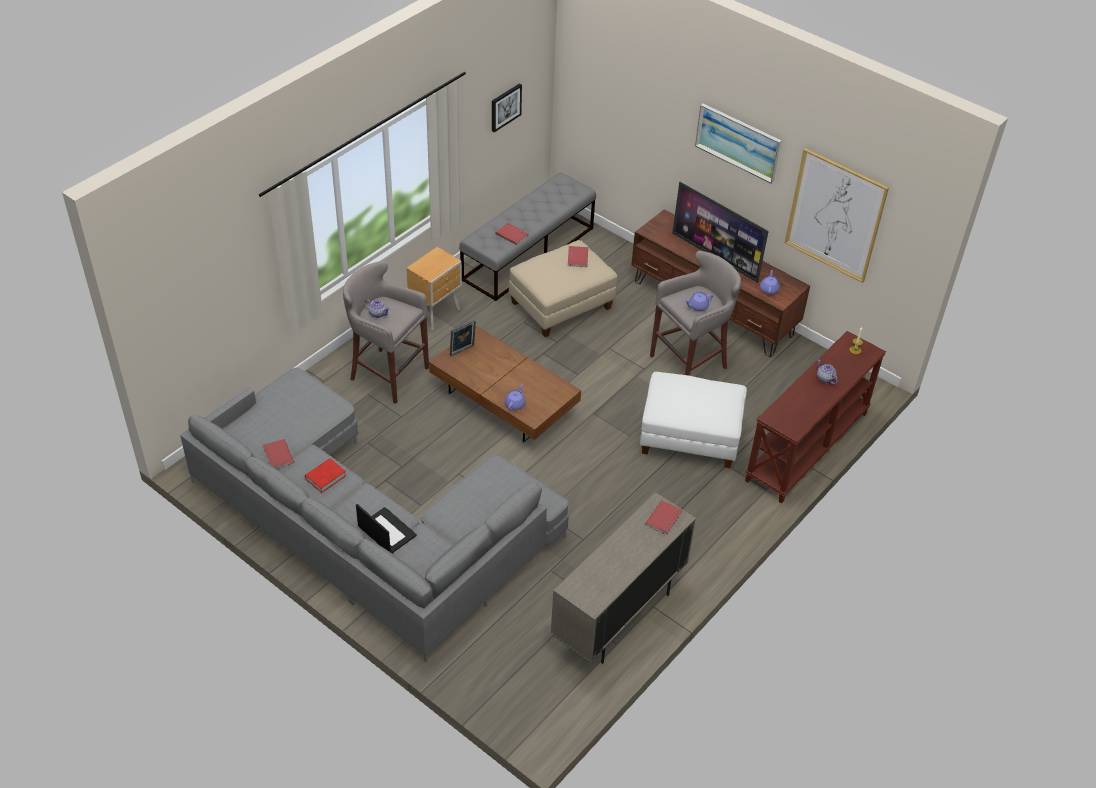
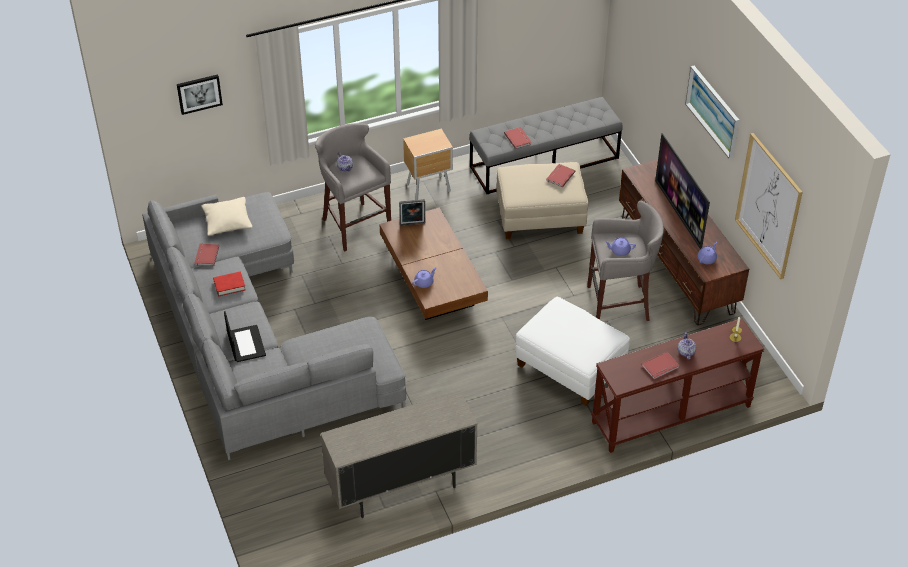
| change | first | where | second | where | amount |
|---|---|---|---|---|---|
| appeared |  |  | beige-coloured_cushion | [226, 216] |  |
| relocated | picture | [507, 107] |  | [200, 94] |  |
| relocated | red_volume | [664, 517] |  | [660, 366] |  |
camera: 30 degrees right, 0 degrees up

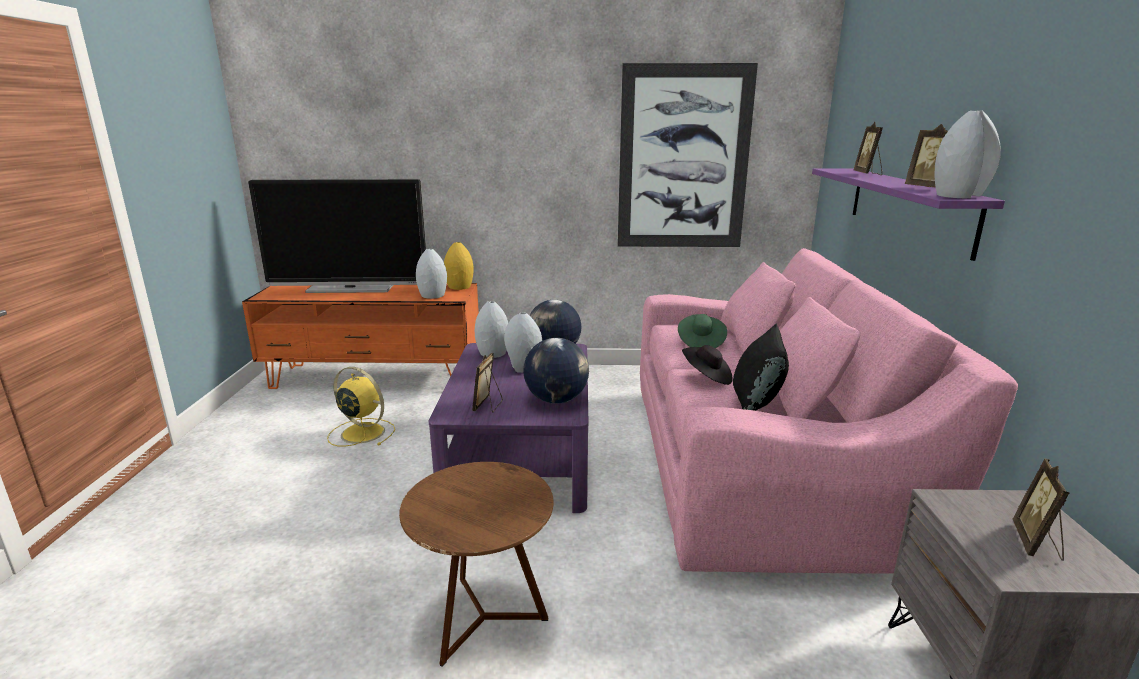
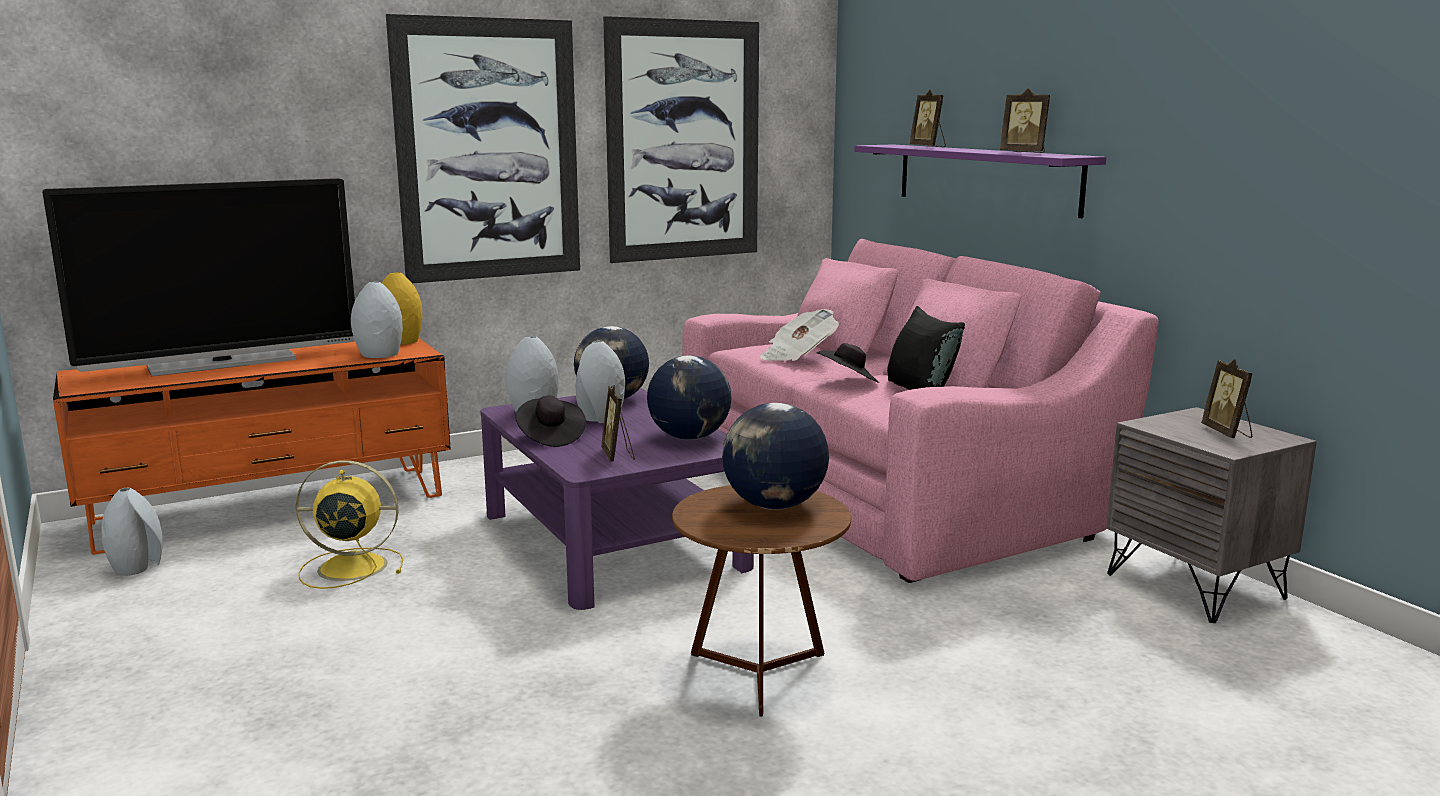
| change | first | where | second | where | amount |
|---|---|---|---|---|---|
| appeared |  |  | picture | [483, 148] |  |
| appeared |  |  | blackish_clothing_hat | [550, 421] |  |
| appeared |  |  | world_globe | [775, 456] |  |
| relocated | gray_vase | [968, 154] |  | [132, 532] |  |
| exchanged | green_clothing_hat | [702, 331] | printed_paper | [799, 335] |  |
camera: 30 degrees left, 5 degrees down

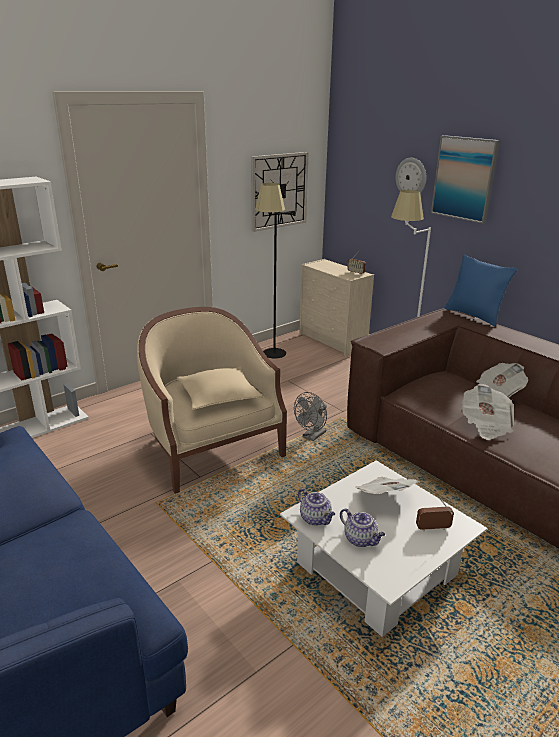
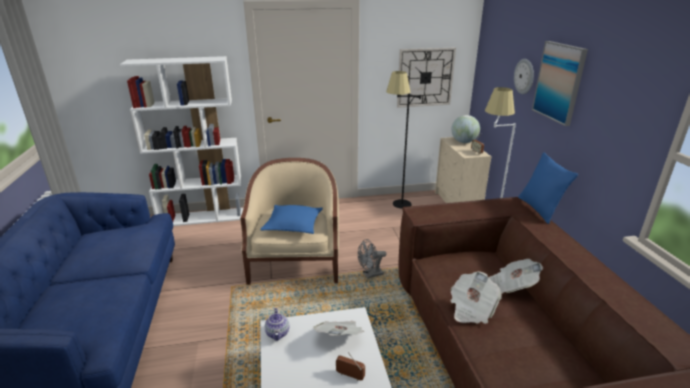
| change | first | where | second | where | amount |
|---|---|---|---|---|---|
| missing | teapot | [362, 527] |  |  |  |
| appeared |  |  | world_globe | [465, 129] |  |
| colour | beige-coloured_cushion | [220, 388] | blue-coloured_cushion | [292, 219] |  |
camera: 30 degrees right, 0 degrees up

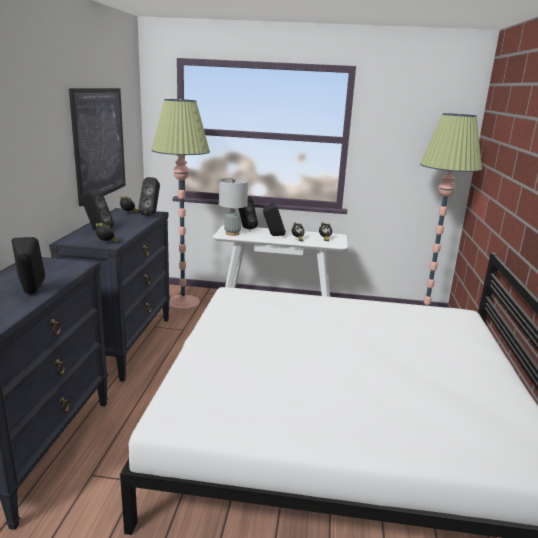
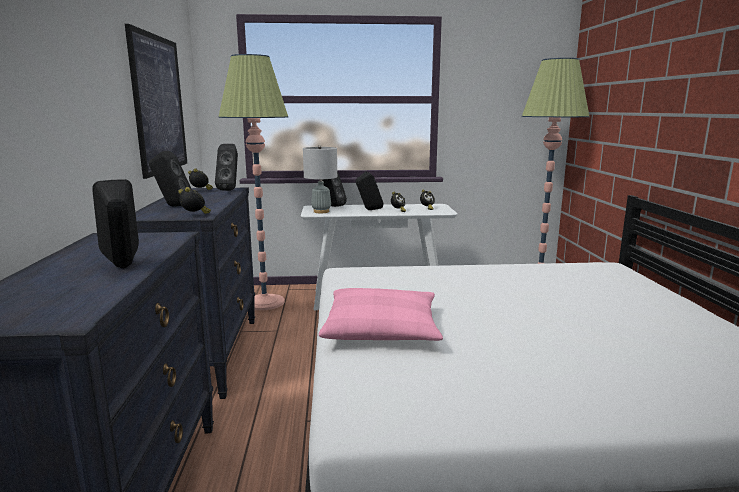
| change | first | where | second | where | amount |
|---|---|---|---|---|---|
| appeared |  |  | pink-coloured_cushion | [381, 314] |  |
camera: 10 degrees left, 5 degrees down

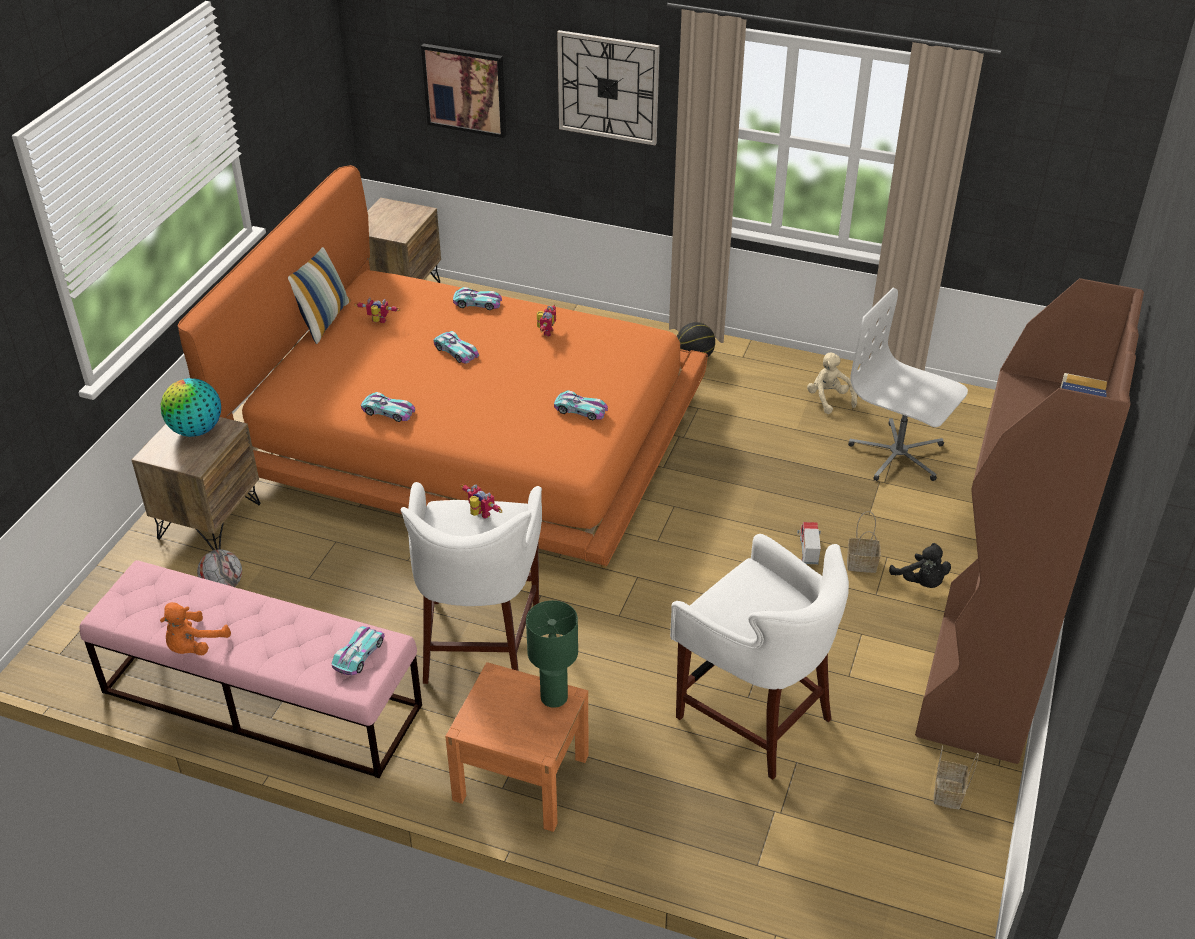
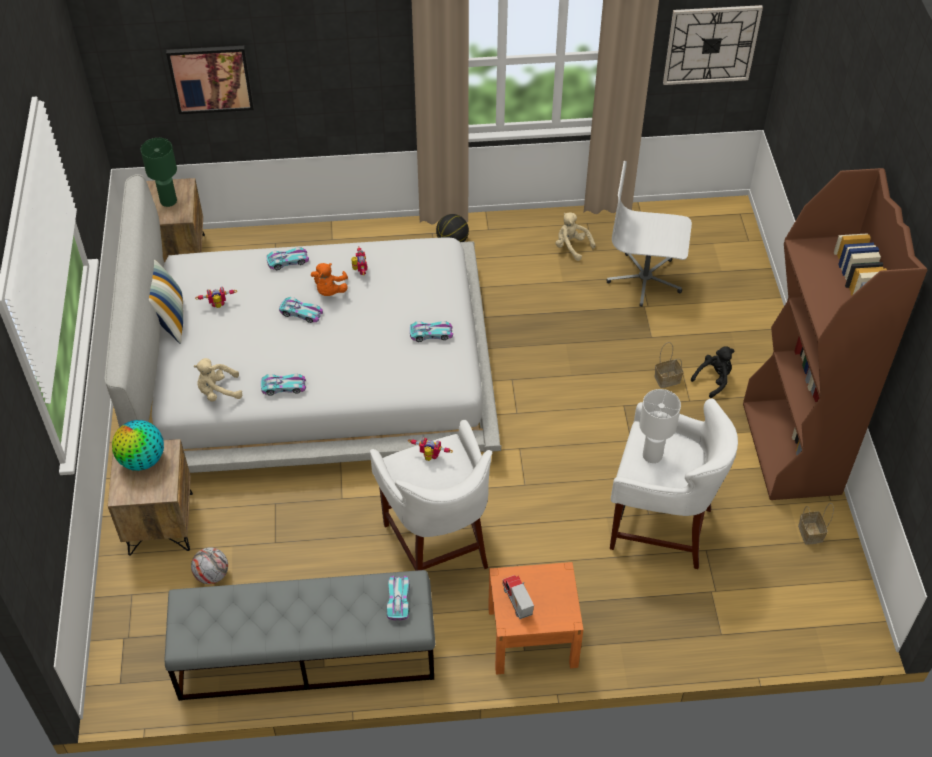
| change | first | where | second | where | amount |
|---|---|---|---|---|---|
| appeared |  |  | beige-coloured_plush_toy | [218, 380] |  |
| appeared |  |  | white-coloured_table_lamp | [660, 426] |  |
| relocated | orange_plush_toy | [195, 628] |  | [329, 279] |  |
| relocated | green_table_lamp | [552, 654] |  | [159, 172] |  |
| relocated | hanging_clock | [608, 87] |  | [713, 45] |  |
| relocated | model_truck | [809, 543] |  | [518, 597] |  |
| colour | pink-coloured_long_seat | [251, 669] | gray_long_seat | [299, 635] |  |
| colour | orange_bed | [442, 366] | white-coloured_bed | [302, 323] |  |
| spun | blackish_plush_toy | [920, 565] |  | [712, 372] | 75 degrees counterclockwise |
camera: 25 degrees left, 10 degrees up

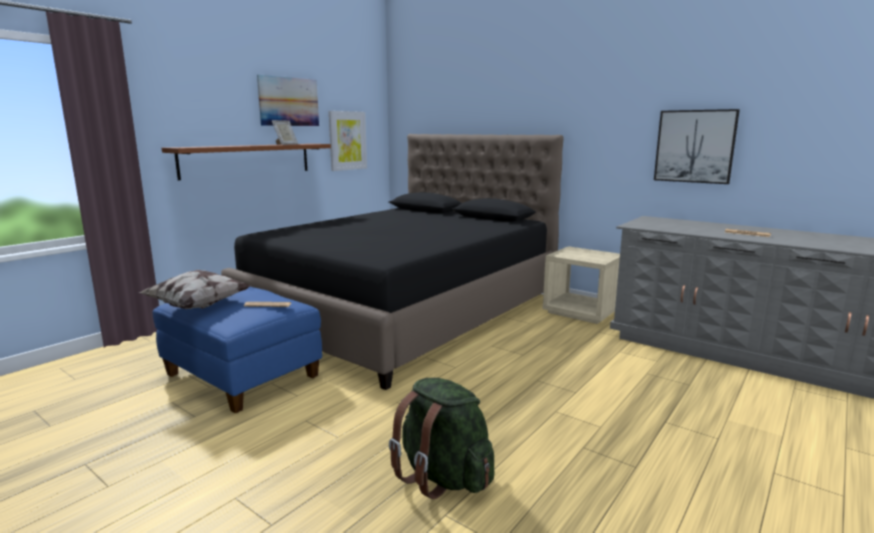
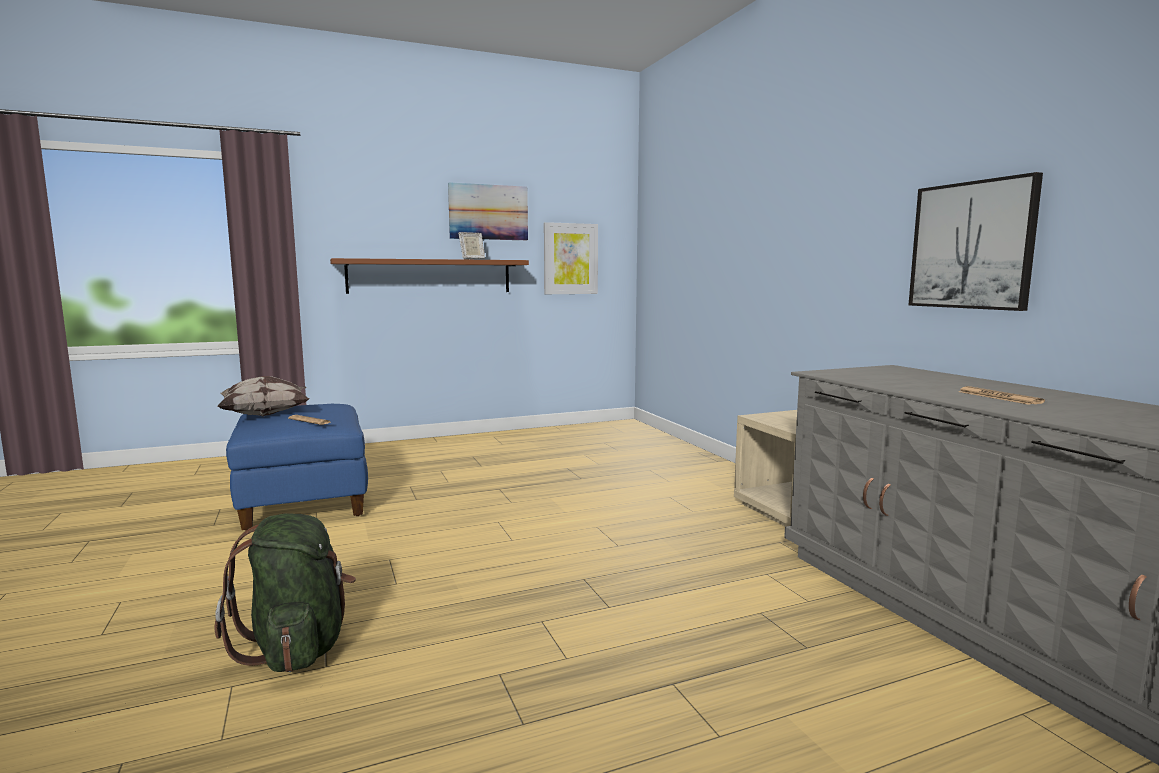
| change | first | where | second | where | amount |
|---|---|---|---|---|---|
| missing | blackish_bed | [392, 262] |  |  |  |
camera: 30 degrees right, 5 degrees down

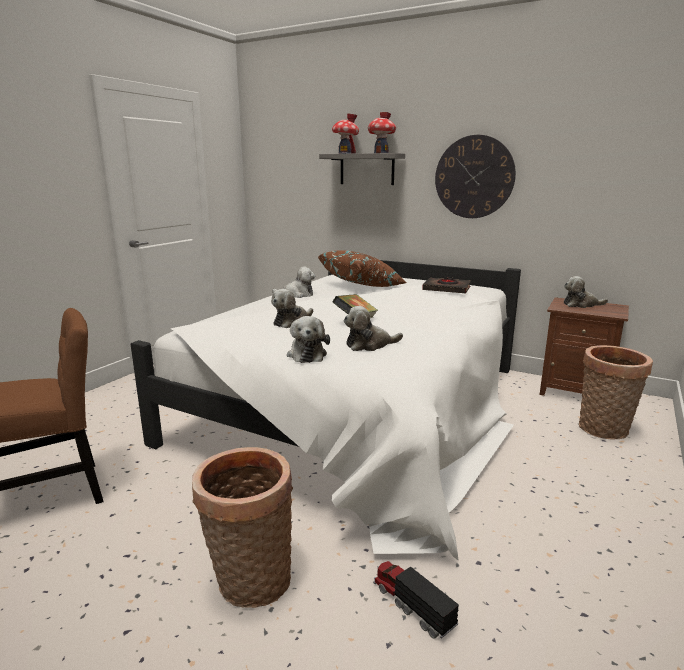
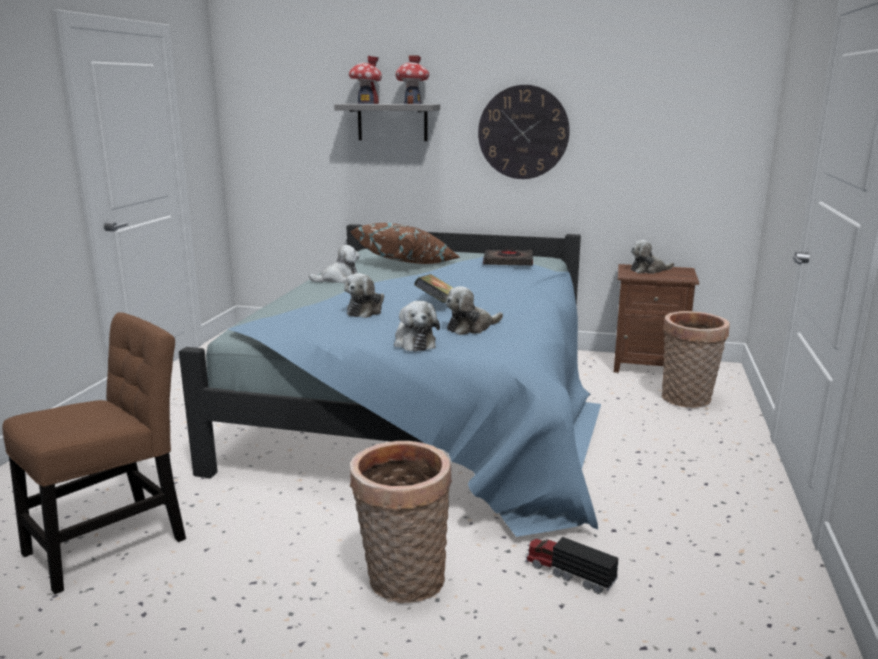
| change | first | where | second | where | amount |
|---|---|---|---|---|---|
| colour | white-coloured_bed | [326, 410] | blue-coloured_bed | [390, 380] |  |
camera: 15 degrees left, 0 degrees up

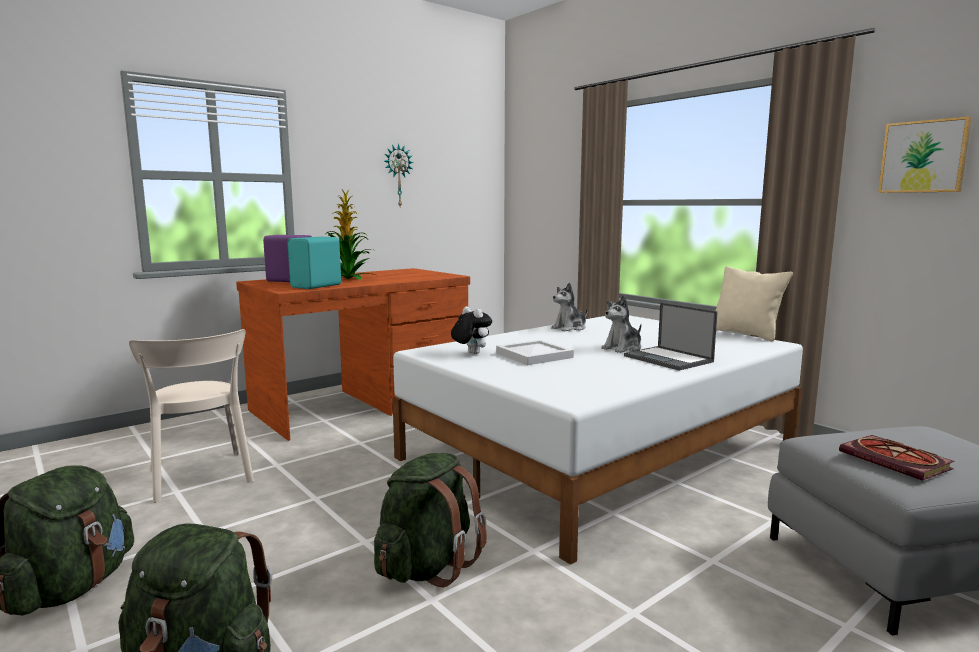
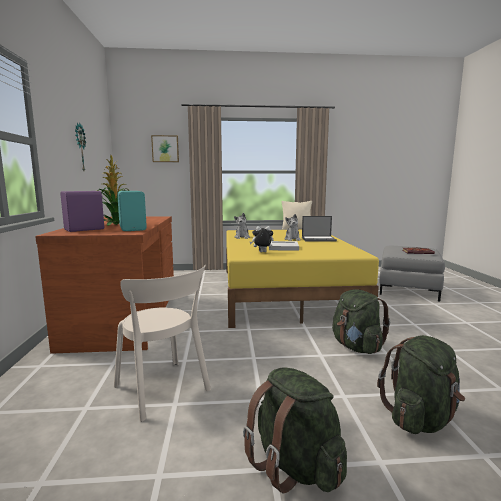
| change | first | where | second | where | amount |
|---|---|---|---|---|---|
| relocated | picture | [925, 155] |  | [165, 148] |  |
| colour | white-coloured_bed | [597, 440] | yellow-coloured_bed | [302, 279] |  |
| spun | beige-coloured_plain_chair | [191, 416] |  | [162, 343] | 45 degrees clockwise |
camera: 55 degrees left, 0 degrees up

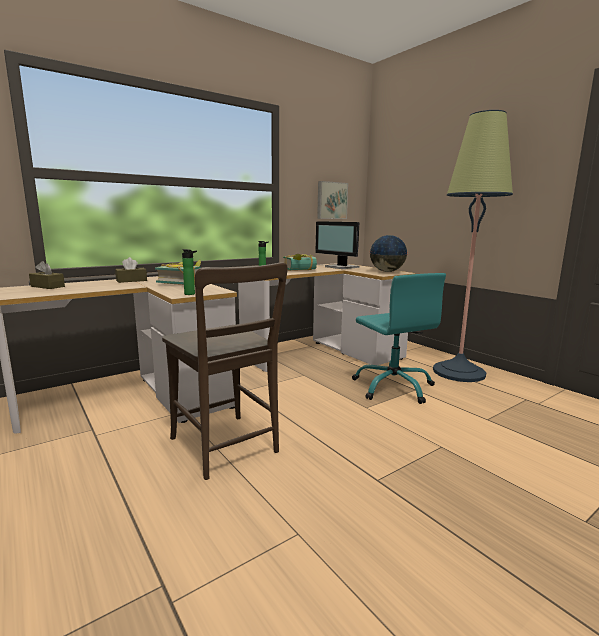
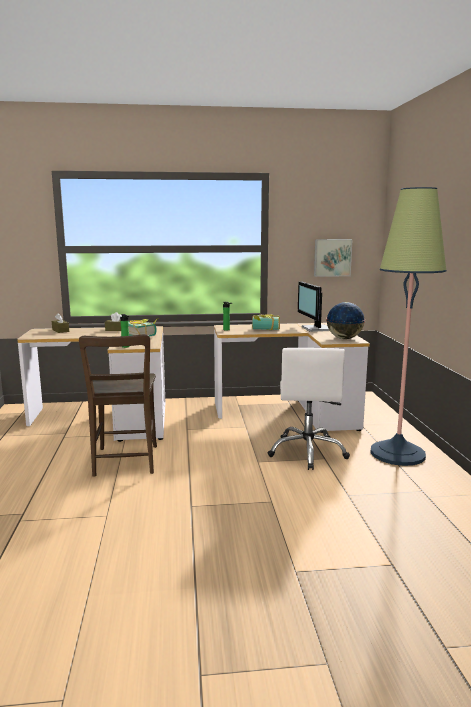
| change | first | where | second | where | amount |
|---|---|---|---|---|---|
| colour | turquoise_office_chair | [399, 338] | white-coloured_office_chair | [309, 409] |  |
camera: 30 degrees right, 0 degrees up

